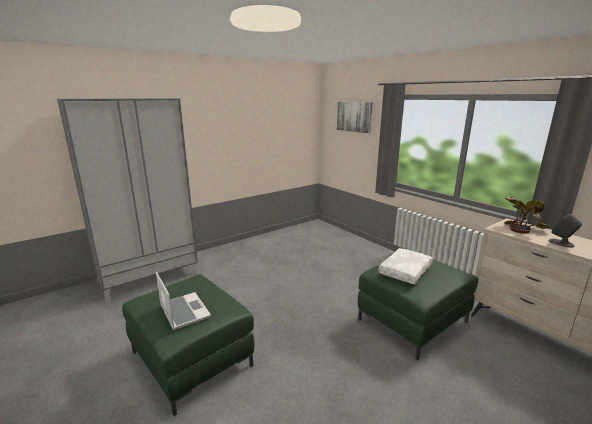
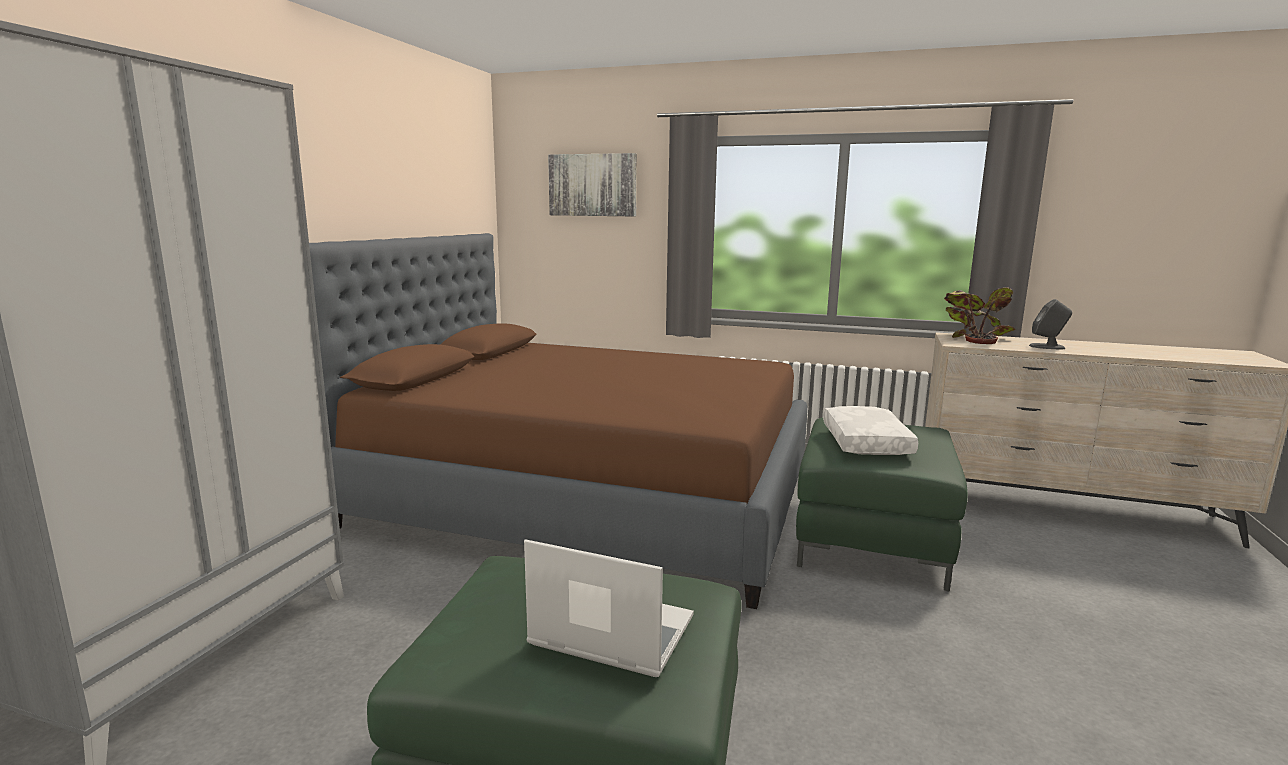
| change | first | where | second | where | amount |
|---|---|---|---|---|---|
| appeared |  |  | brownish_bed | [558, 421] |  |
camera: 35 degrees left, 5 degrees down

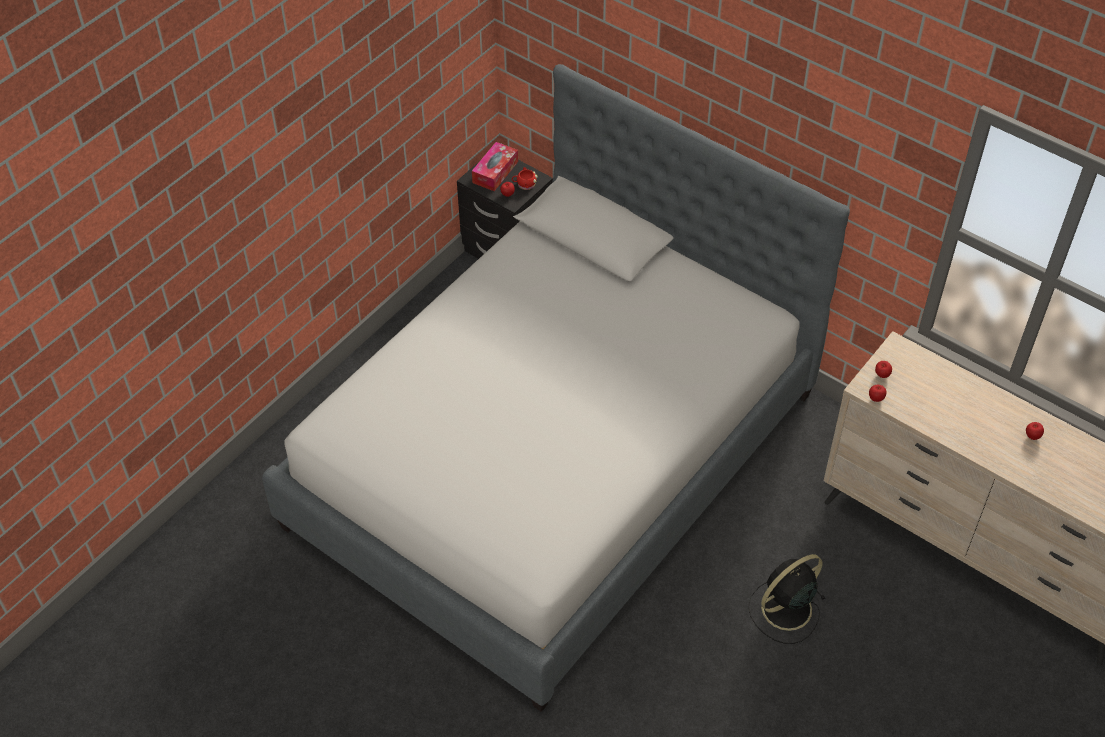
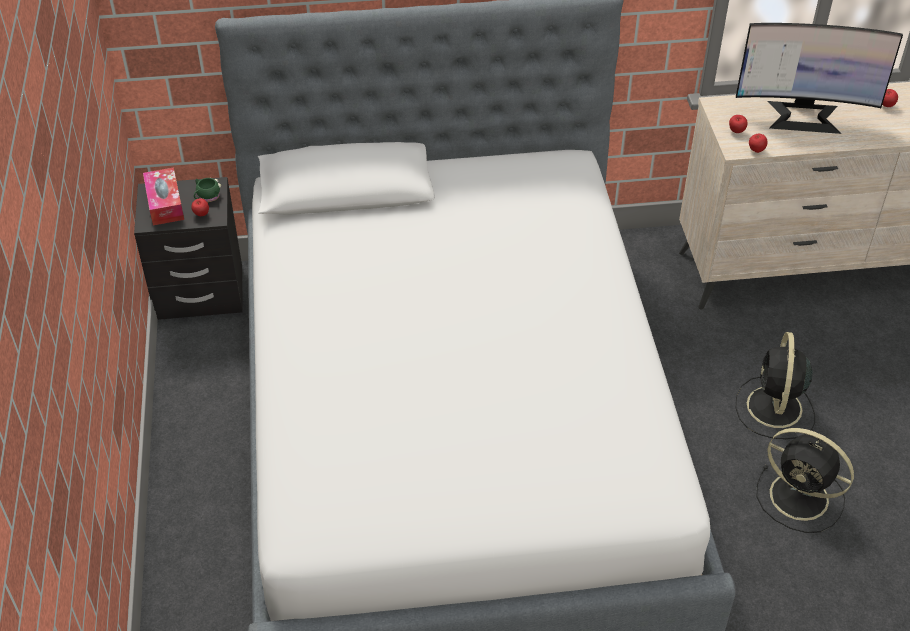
| change | first | where | second | where | amount |
|---|---|---|---|---|---|
| appeared |  |  | monitor | [819, 78] |  |
| appeared |  |  | blackish_electric_fan | [805, 480] |  |
| colour | red_mug | [525, 178] | green_mug | [207, 190] |  |
camera: 45 degrees left, 5 degrees down

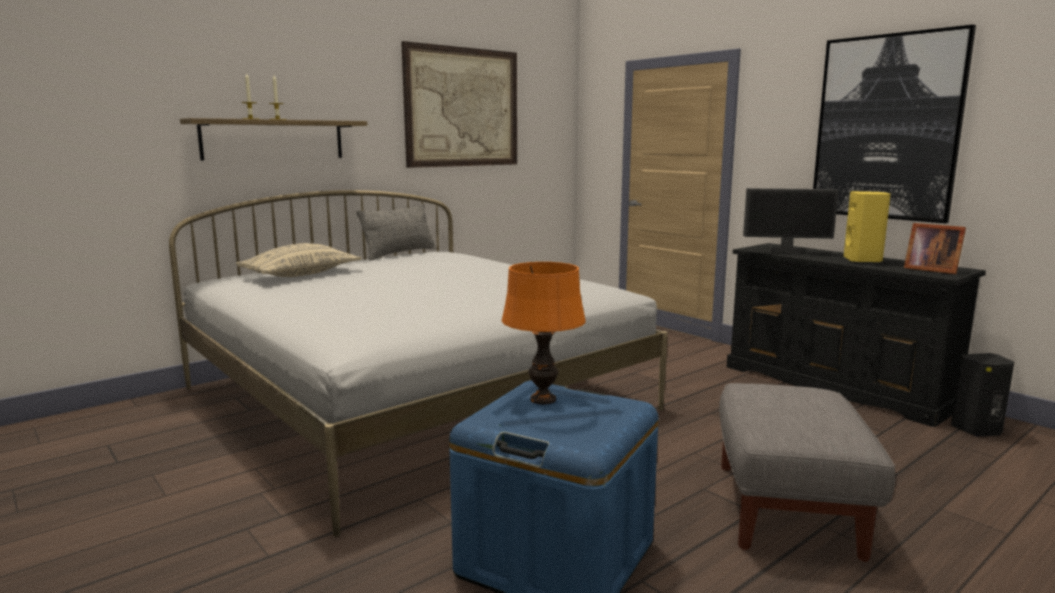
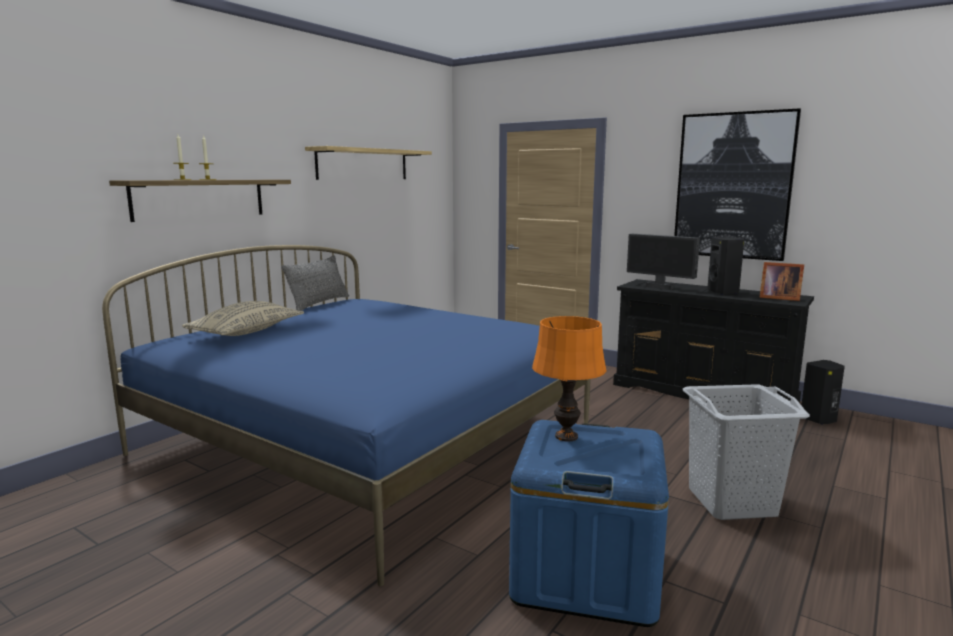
| change | first | where | second | where | amount |
|---|---|---|---|---|---|
| exchanged | picture | [459, 104] | wall_shelf | [368, 163] |  |
| exchanged | gray_pouffe | [807, 472] | gray_laundry_basket | [746, 452] |  |
| colour | white-coloured_bed | [418, 363] | blue-coloured_bed | [346, 415] |  |
| colour | yellow-coloured_speaker | [867, 227] | blackish_speaker | [725, 266] |  |
| spun | monitor | [790, 221] |  | [663, 262] | 45 degrees clockwise |
camera: 15 degrees left, 0 degrees up

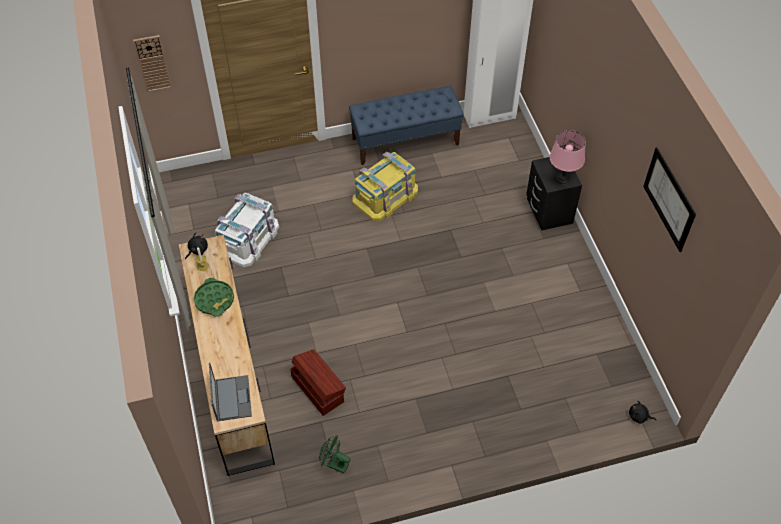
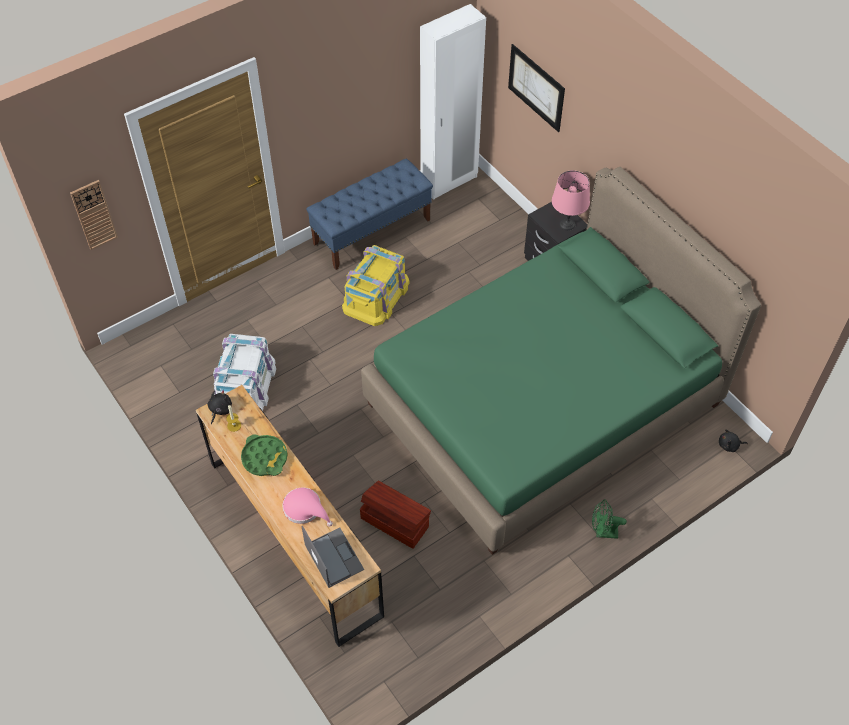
| change | first | where | second | where | amount |
|---|---|---|---|---|---|
| appeared |  |  | pink-coloured_clothing_hat | [307, 507] |  |
| appeared |  |  | green_bed | [561, 361] |  |
| relocated | green_electric_fan | [335, 454] |  | [609, 519] |  |
| relocated | picture | [669, 199] |  | [536, 88] |  |
camera: 20 degrees left, 0 degrees up

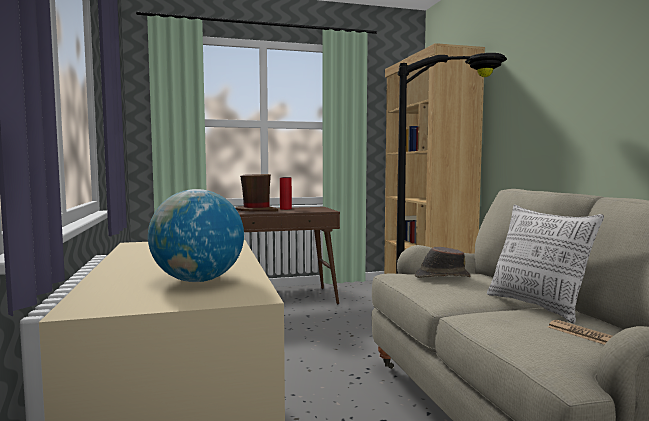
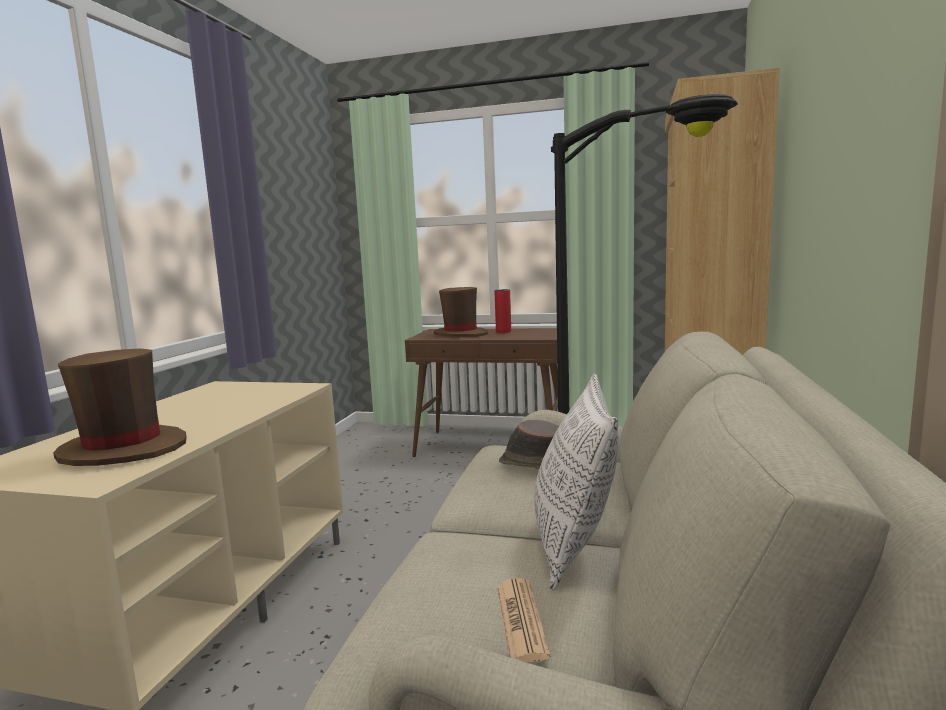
| change | first | where | second | where | amount |
|---|---|---|---|---|---|
| exchanged | world_globe | [196, 235] | brownish_clothing_hat | [120, 407] |  |
camera: 30 degrees right, 5 degrees up

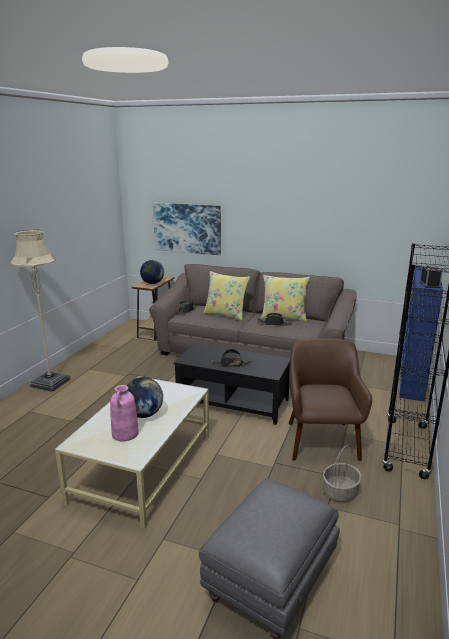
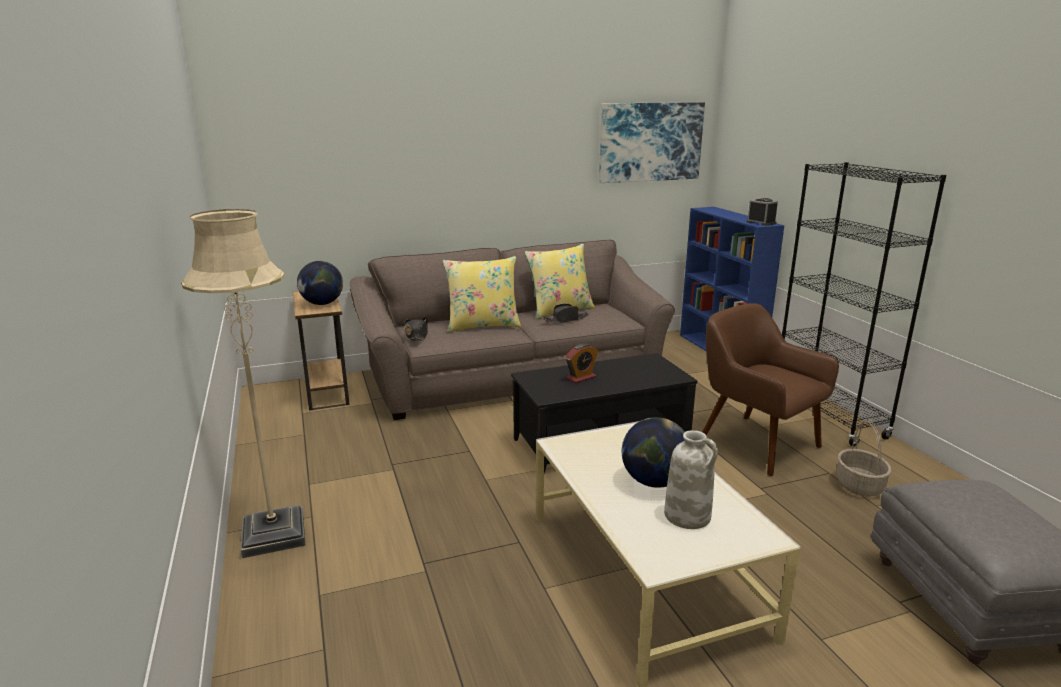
| change | first | where | second | where | amount |
|---|---|---|---|---|---|
| missing | blackish_clothing_hat | [231, 358] |  |  |  |
| appeared |  |  | alarm_clock | [581, 363] |  |
| relocated | picture | [187, 228] |  | [652, 142] |  |
| colour | pink-coloured_vase | [124, 413] | white-coloured_vase | [691, 479] |  |
camera: 40 degrees left, 0 degrees up

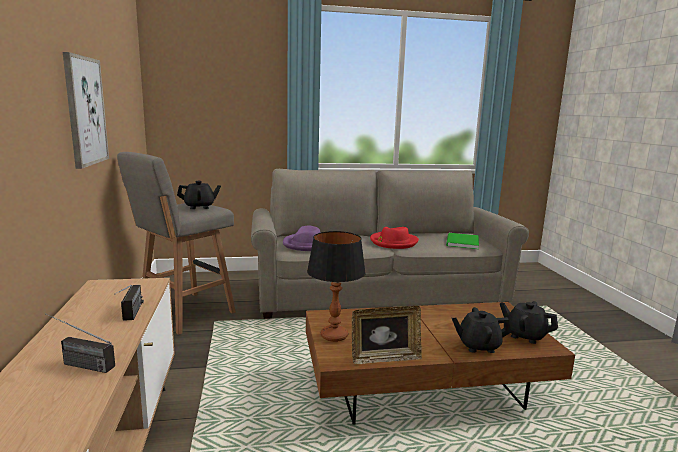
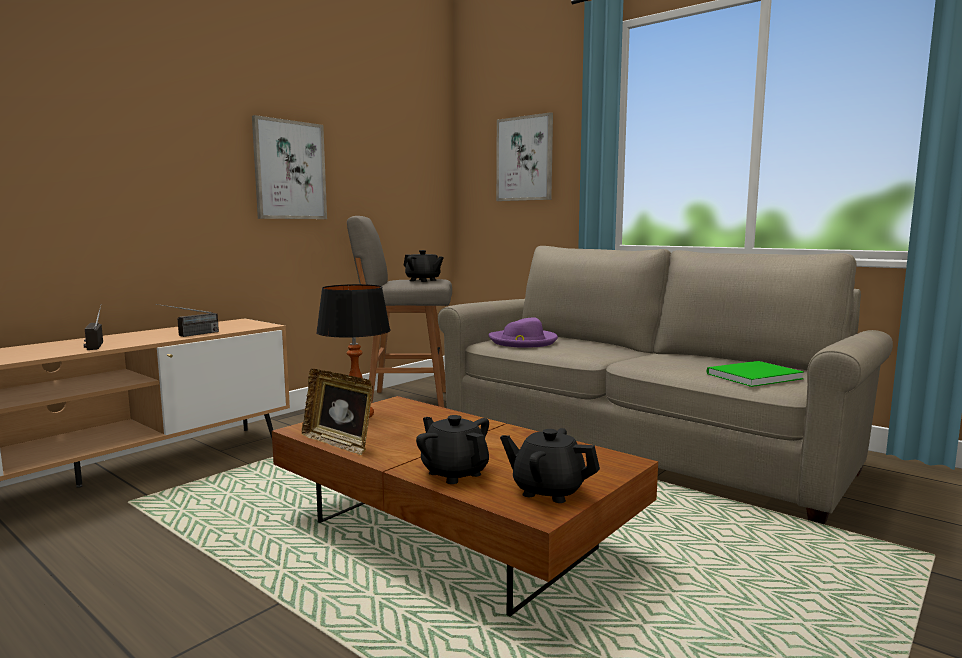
| change | first | where | second | where | amount |
|---|---|---|---|---|---|
| missing | red_clothing_hat | [394, 238] |  |  |  |
| appeared |  |  | picture | [524, 156] |  |
| spun | blackish_teapot | [529, 322] |  | [550, 465] | 60 degrees counterclockwise |
camera: 50 degrees right, 5 degrees down

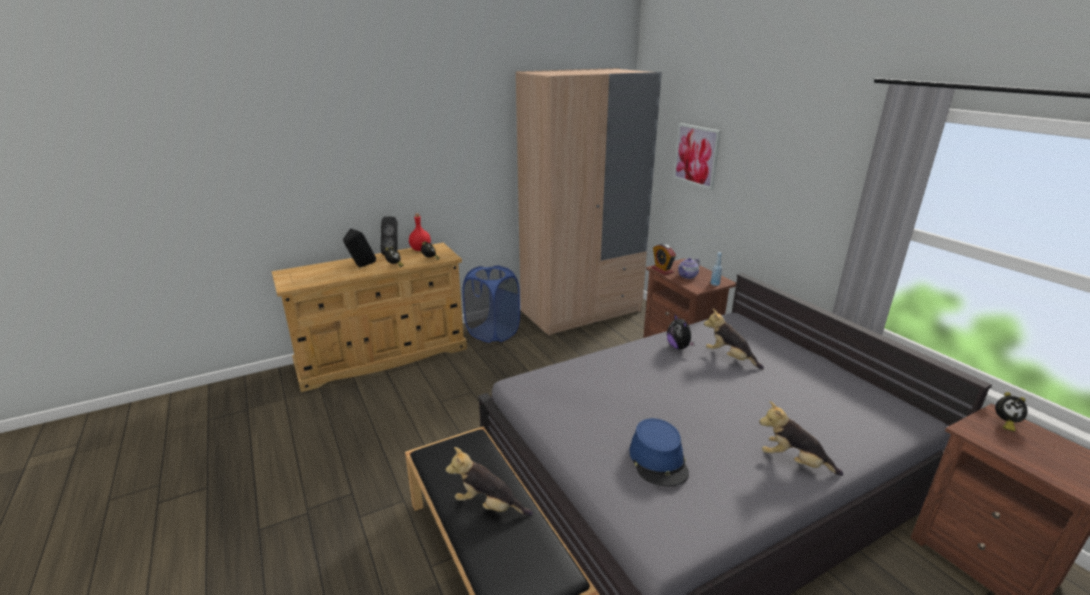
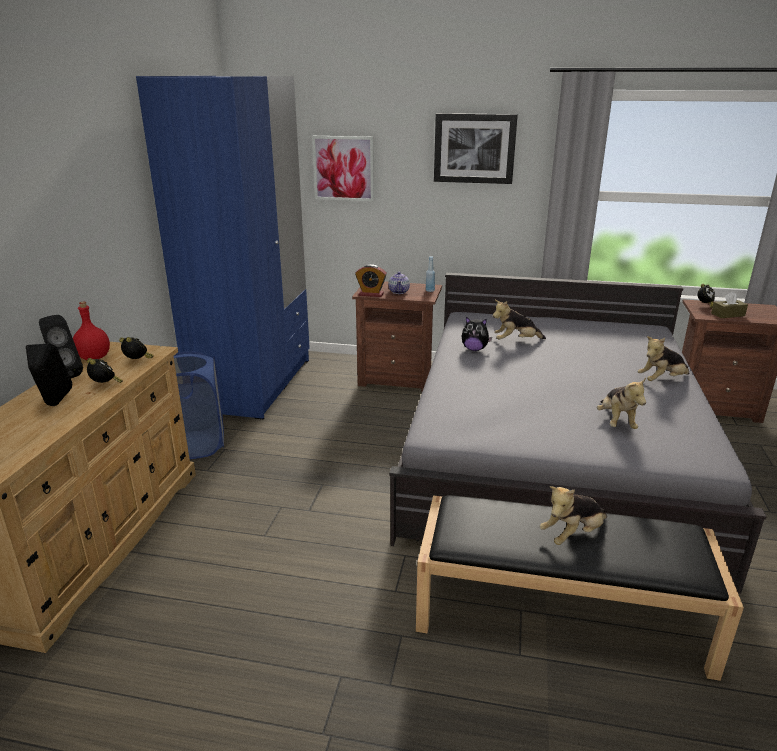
| change | first | where | second | where | amount |
|---|---|---|---|---|---|
| appeared |  |  | picture | [476, 148] |  |
| appeared |  |  | brownish_tissue_holder | [729, 304] |  |
| exchanged | blue-coloured_clothing_hat | [659, 452] | plush_toy | [621, 403] |  |
| colour | beige-coloured_armoire | [589, 202] | blue-coloured_armoire | [223, 248] |  |
camera: 50 degrees left, 0 degrees up

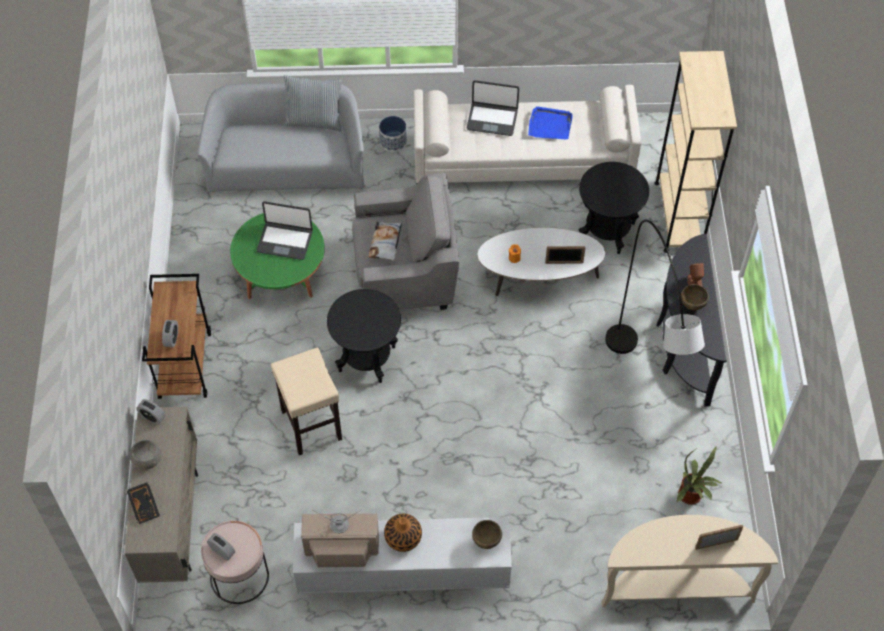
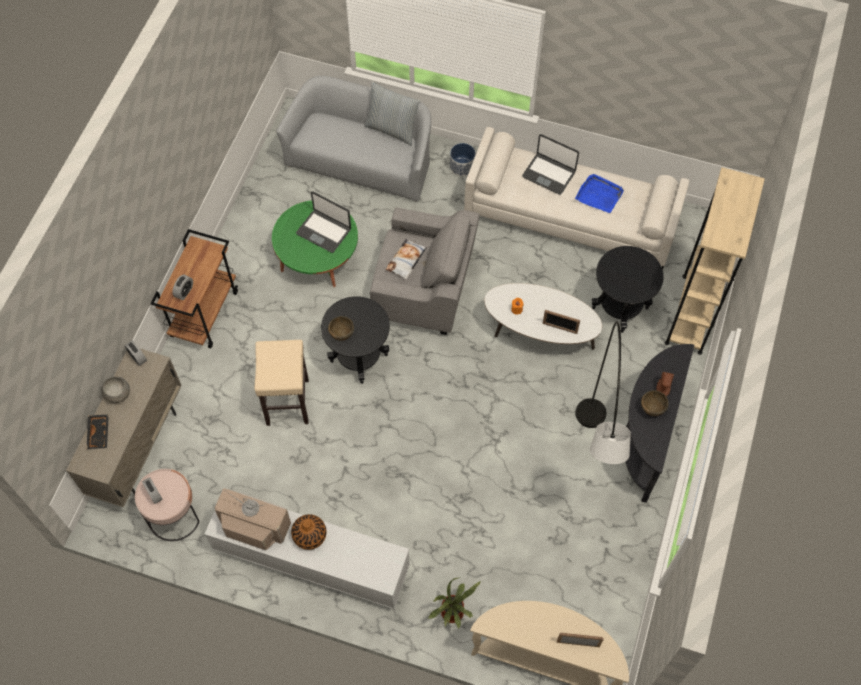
| change | first | where | second | where | amount |
|---|---|---|---|---|---|
| relocated | brownish_bowl | [487, 534] |  | [341, 328] |  |
| relocated | plant_in_a_pot | [699, 475] |  | [454, 603] |  |
camera: 20 degrees right, 5 degrees up

